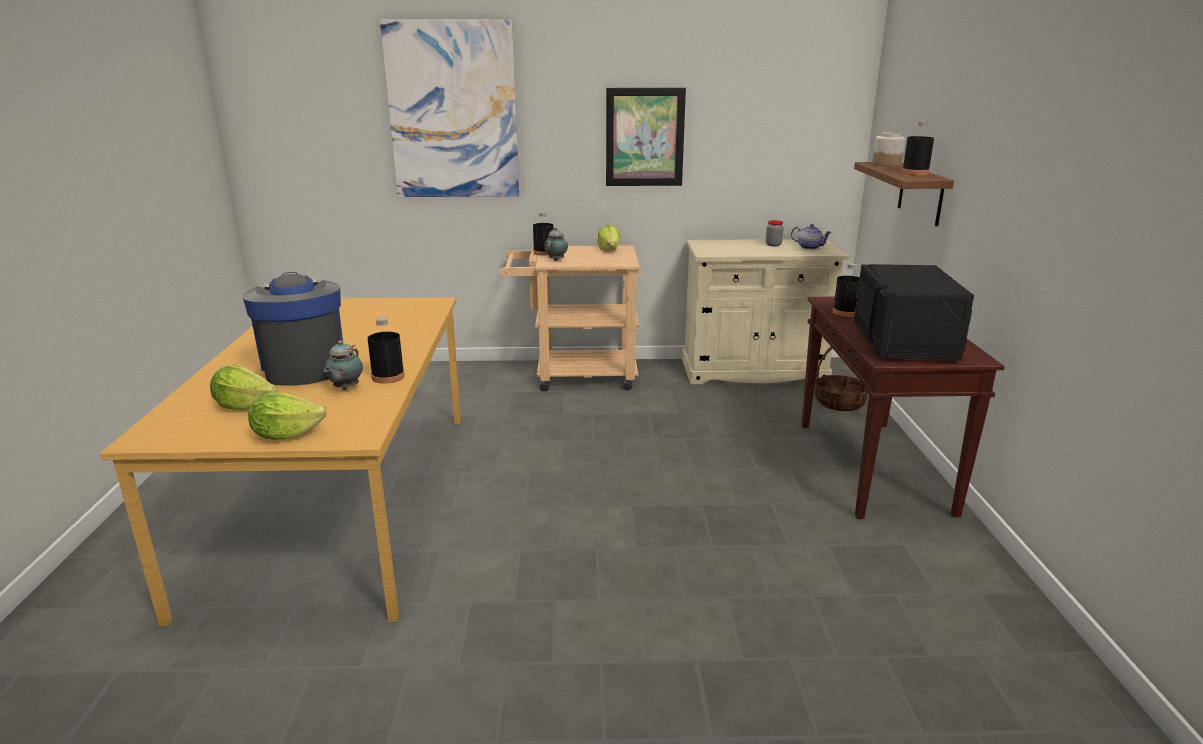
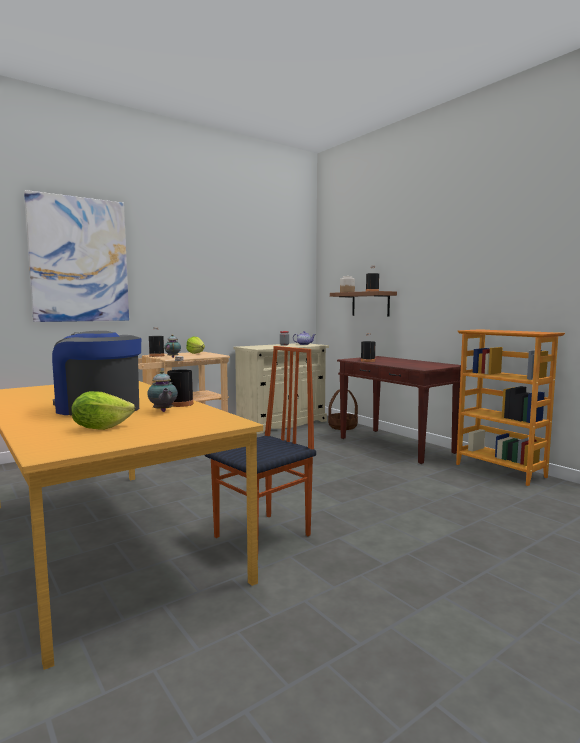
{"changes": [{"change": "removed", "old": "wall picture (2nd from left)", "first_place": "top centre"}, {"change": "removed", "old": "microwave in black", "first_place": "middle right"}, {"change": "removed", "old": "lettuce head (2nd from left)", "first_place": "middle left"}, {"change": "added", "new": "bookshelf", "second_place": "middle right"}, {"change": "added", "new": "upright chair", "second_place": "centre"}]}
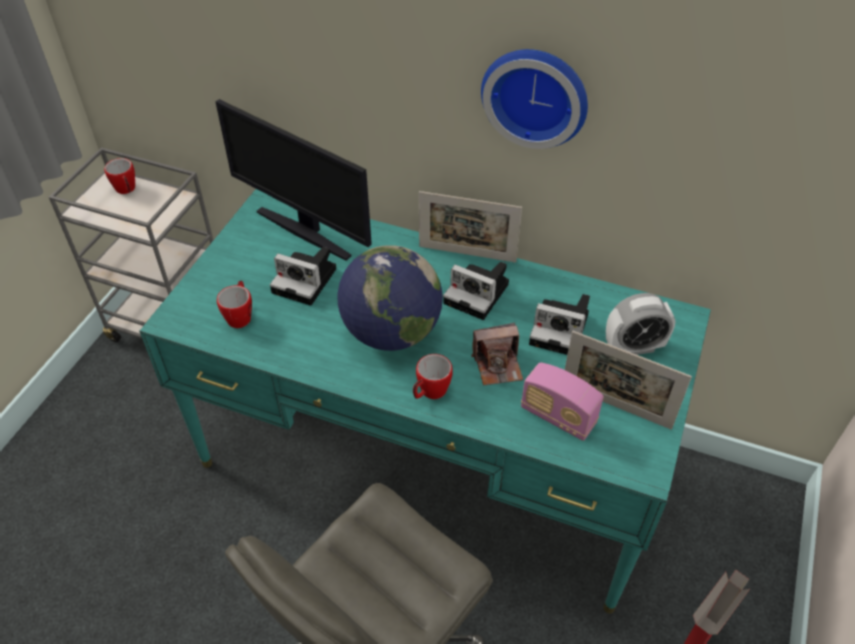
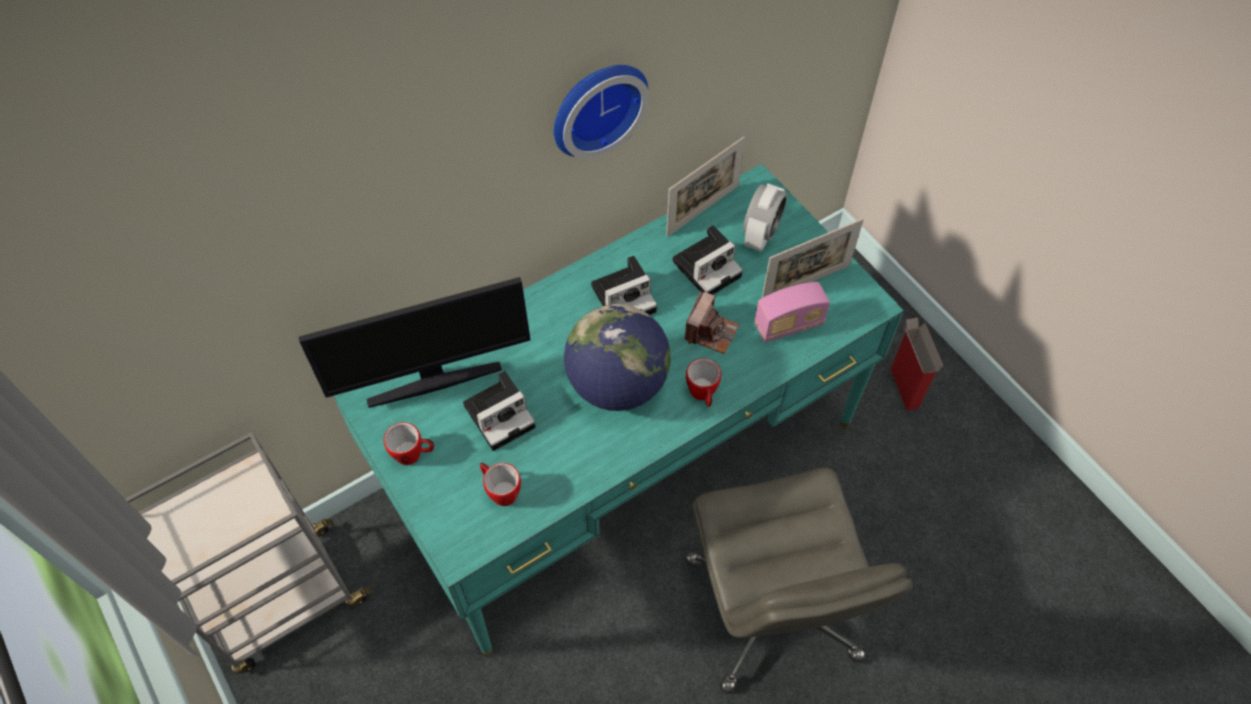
{"changes": [{"change": "moved", "old": "coffee mug (1st from left)", "first_place": "top left", "second_place": "middle left"}, {"change": "moved", "old": "picture frame (1st from left)", "first_place": "centre", "second_place": "top centre"}]}
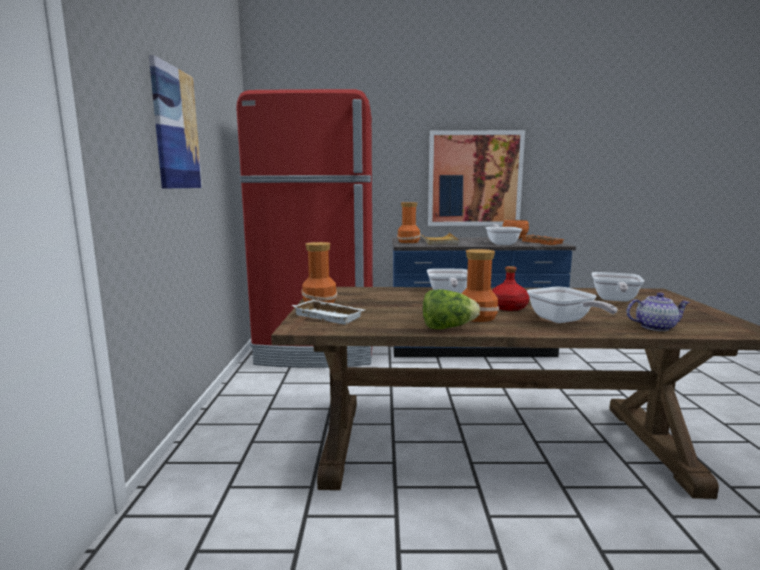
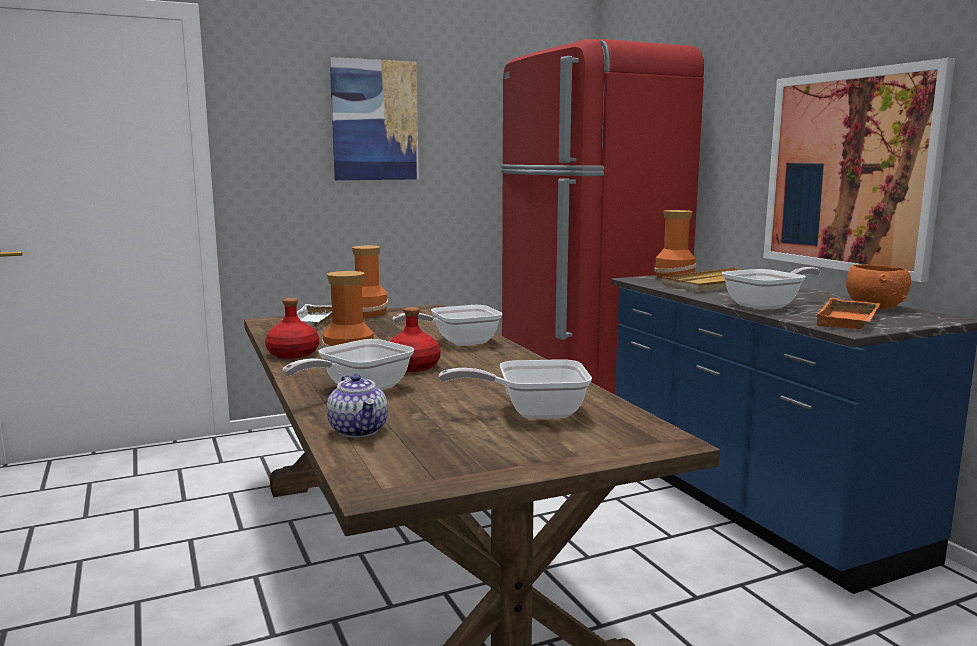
{"changes": [{"change": "replaced", "old": "lettuce head", "new": "drink bottle in red-coloured (1st from left)", "first_place": "centre", "second_place": "middle left"}]}
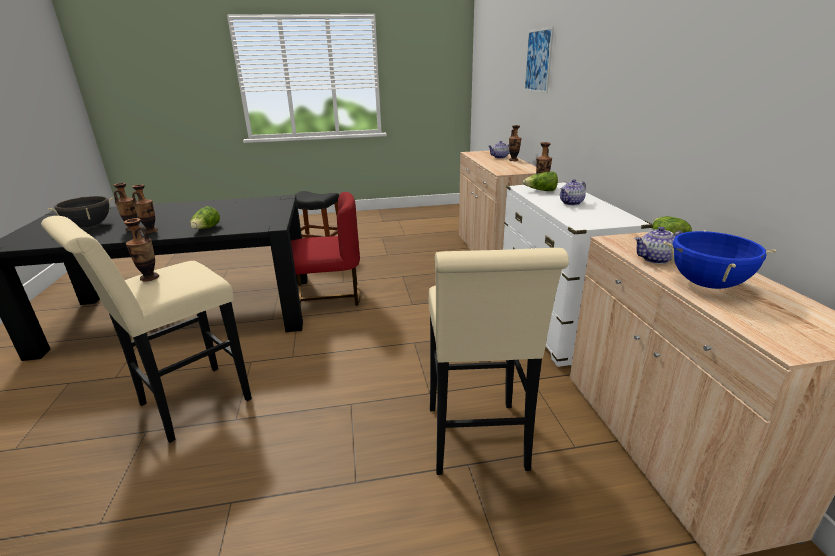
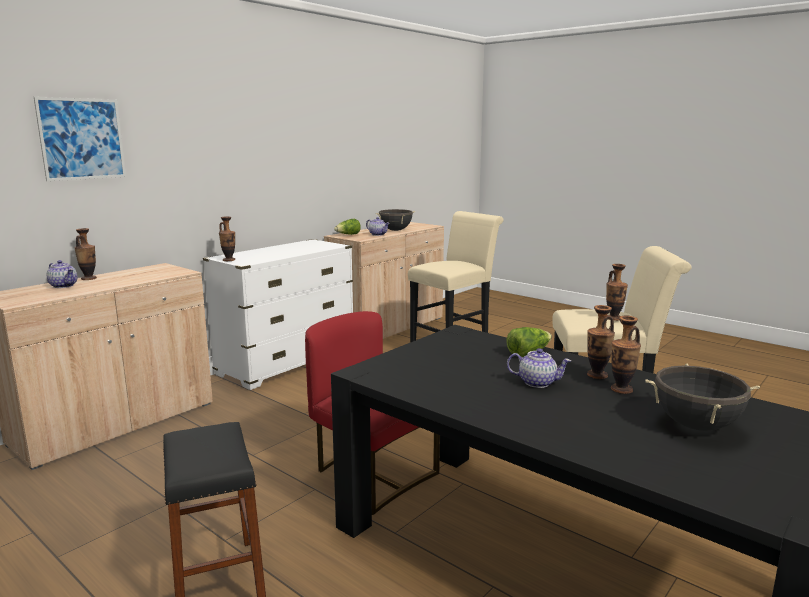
{"changes": [{"change": "removed", "old": "lettuce head (2nd from left)", "first_place": "top centre"}, {"change": "moved", "old": "pot for tea (2nd from left in the first image)", "new": "pot for tea (3rd from left)", "first_place": "middle right", "second_place": "centre"}, {"change": "recoloured", "old": "saucepot in blue-coloured", "new": "saucepot in black (1st from left)", "first_place": "middle right", "second_place": "centre"}]}
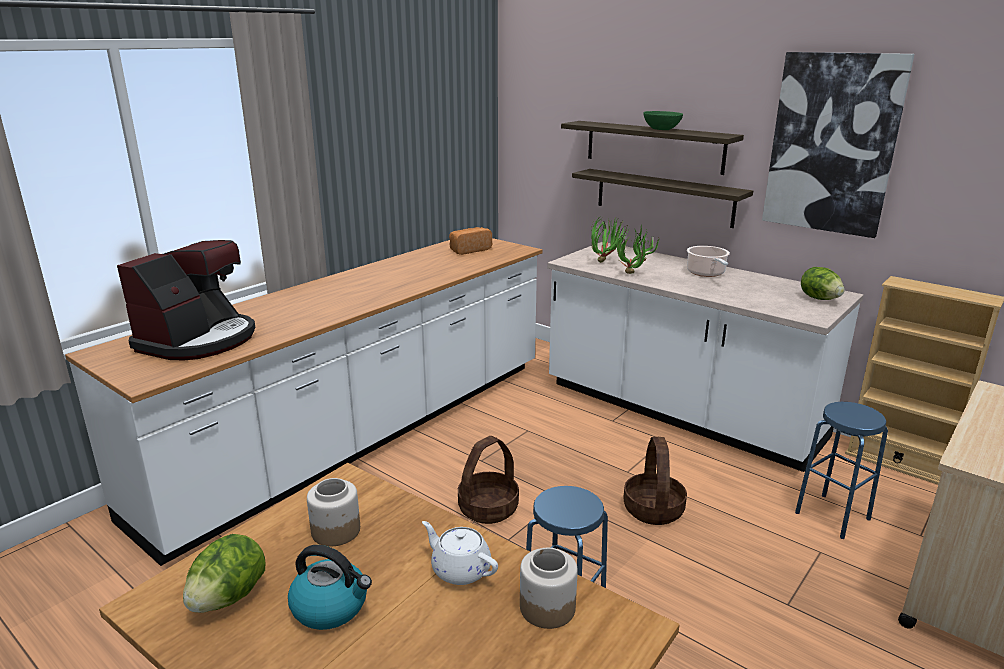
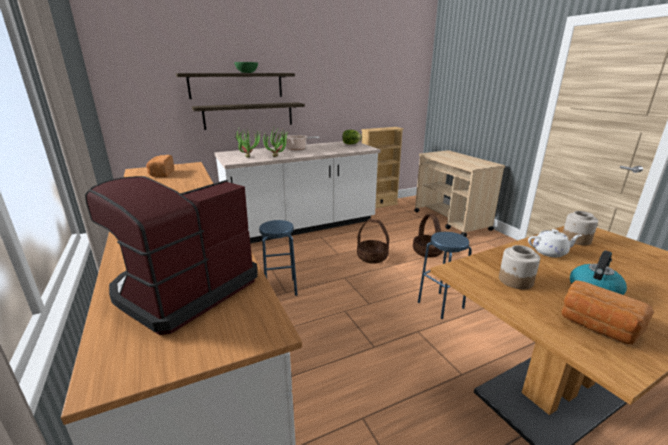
{"changes": [{"change": "removed", "old": "wall picture", "first_place": "top right"}, {"change": "turned", "old": "coffee machine", "first_place": "middle left", "second_place": "middle left", "degrees": -105}, {"change": "moved", "old": "stool seat in blue-coloured (2nd from left in the first image)", "new": "stool seat in blue-coloured (1st from left)", "first_place": "bottom right", "second_place": "centre"}, {"change": "moved", "old": "household basket (1st from left in the first image)", "new": "household basket (2nd from left)", "first_place": "bottom centre", "second_place": "centre"}, {"change": "turned", "old": "pot for tea in white-coloured", "first_place": "bottom centre", "second_place": "middle right", "degrees": -150}, {"change": "replaced", "old": "lettuce head (1st from left)", "new": "bread (2nd from left)", "first_place": "bottom left", "second_place": "bottom right"}]}
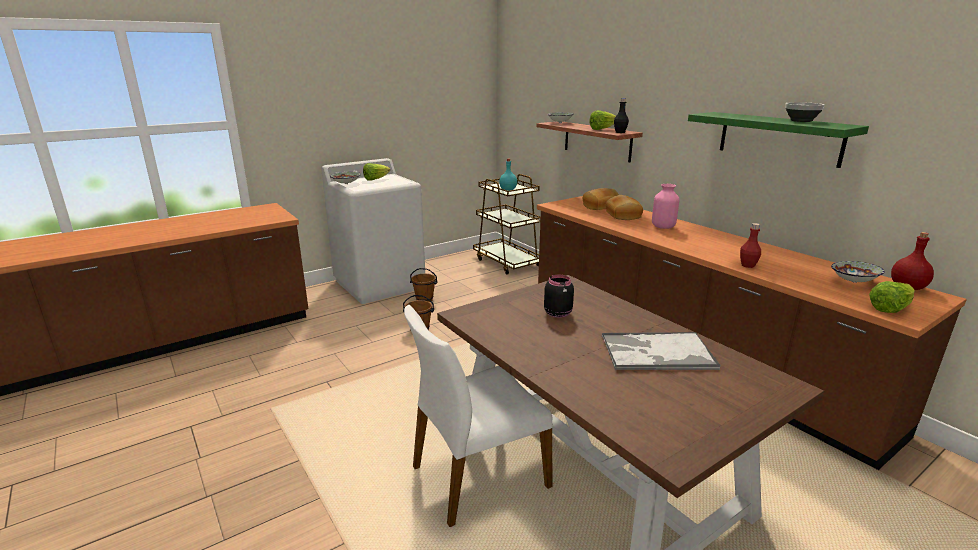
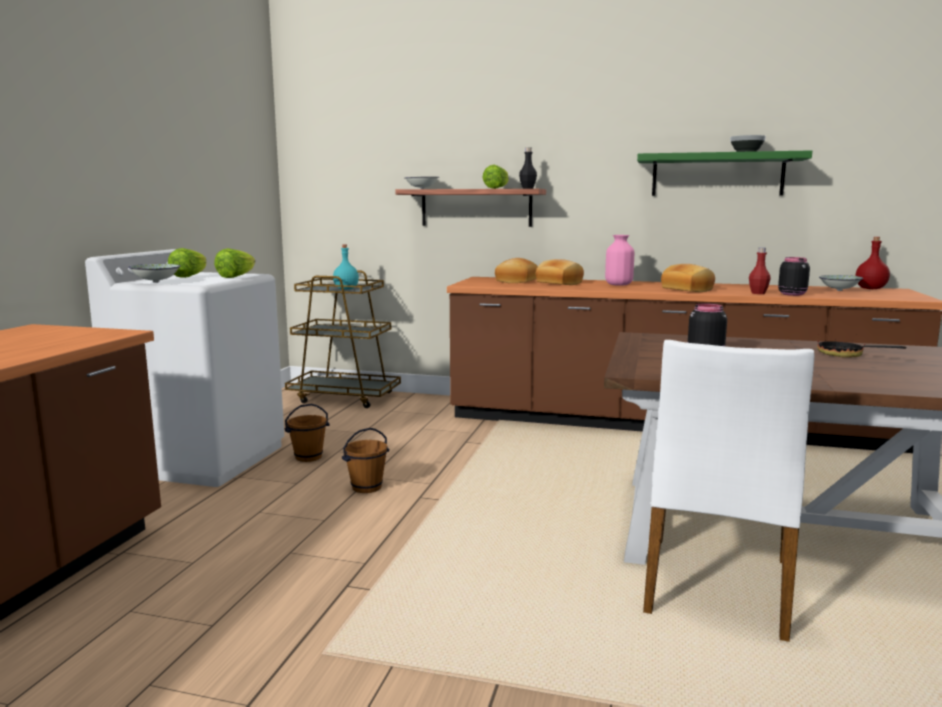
{"changes": [{"change": "moved", "old": "lettuce head (3rd from left in the first image)", "new": "lettuce head (2nd from left)", "first_place": "middle right", "second_place": "middle left"}, {"change": "replaced", "old": "serving tray", "new": "pan", "first_place": "middle right", "second_place": "middle right"}, {"change": "added", "new": "storage jar in black (2nd from left)", "second_place": "middle right"}, {"change": "added", "new": "bread (3rd from left)", "second_place": "middle right"}]}
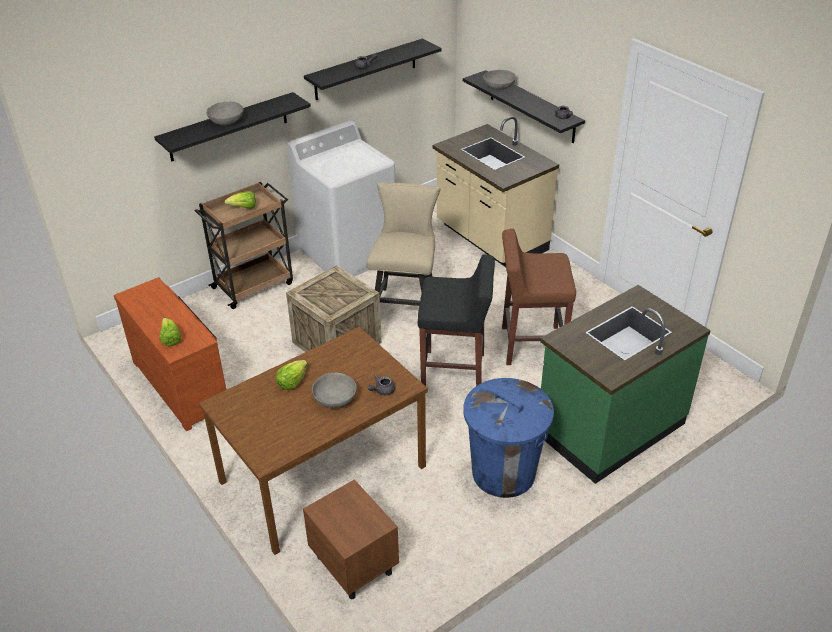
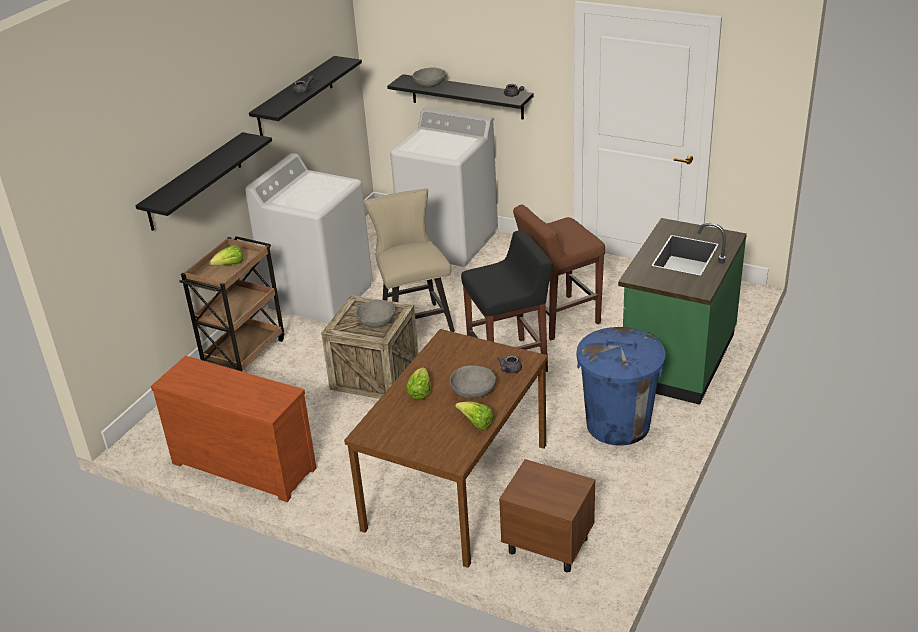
{"changes": [{"change": "moved", "old": "deep dish in greyish (1st from left)", "first_place": "top left", "second_place": "centre"}, {"change": "replaced", "old": "kitchen counter in beige", "new": "laundry appliance in white-coloured (2nd from left)", "first_place": "top centre", "second_place": "top centre"}, {"change": "moved", "old": "lettuce head (1st from left in the first image)", "new": "lettuce head (3rd from left)", "first_place": "middle left", "second_place": "centre"}]}
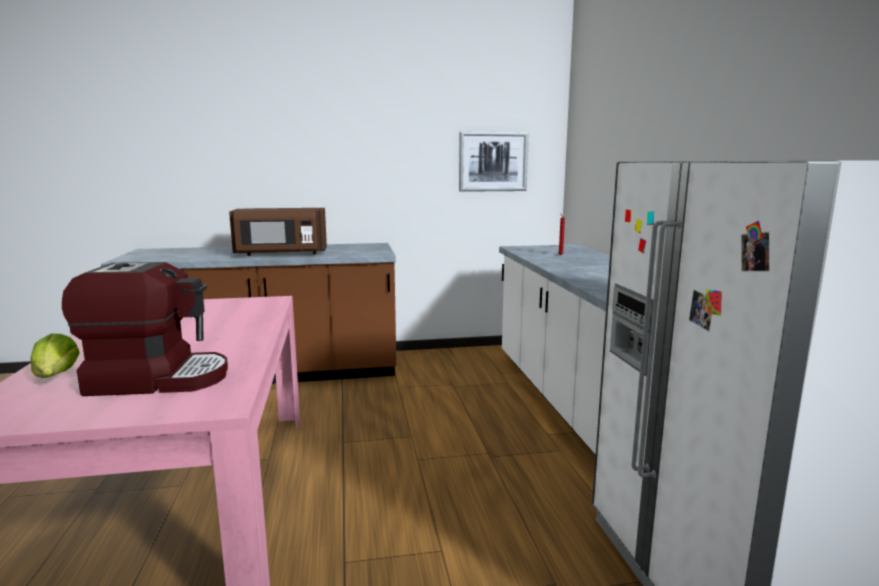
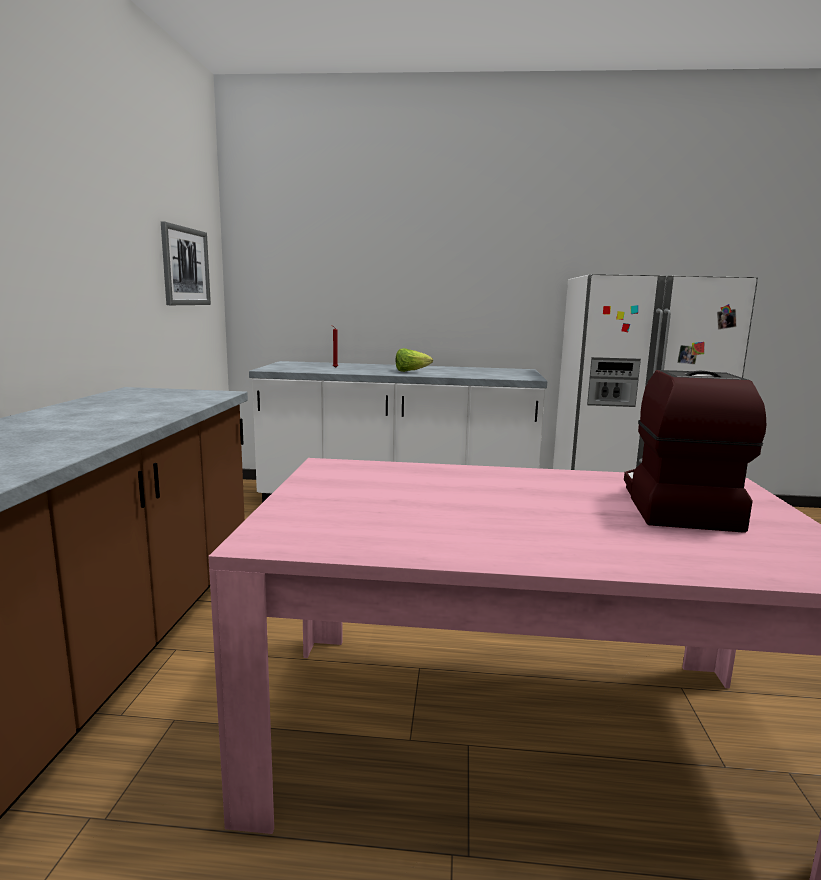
{"changes": [{"change": "removed", "old": "microwave in brown-coloured", "first_place": "middle left"}, {"change": "moved", "old": "lettuce head", "first_place": "middle left", "second_place": "centre"}]}
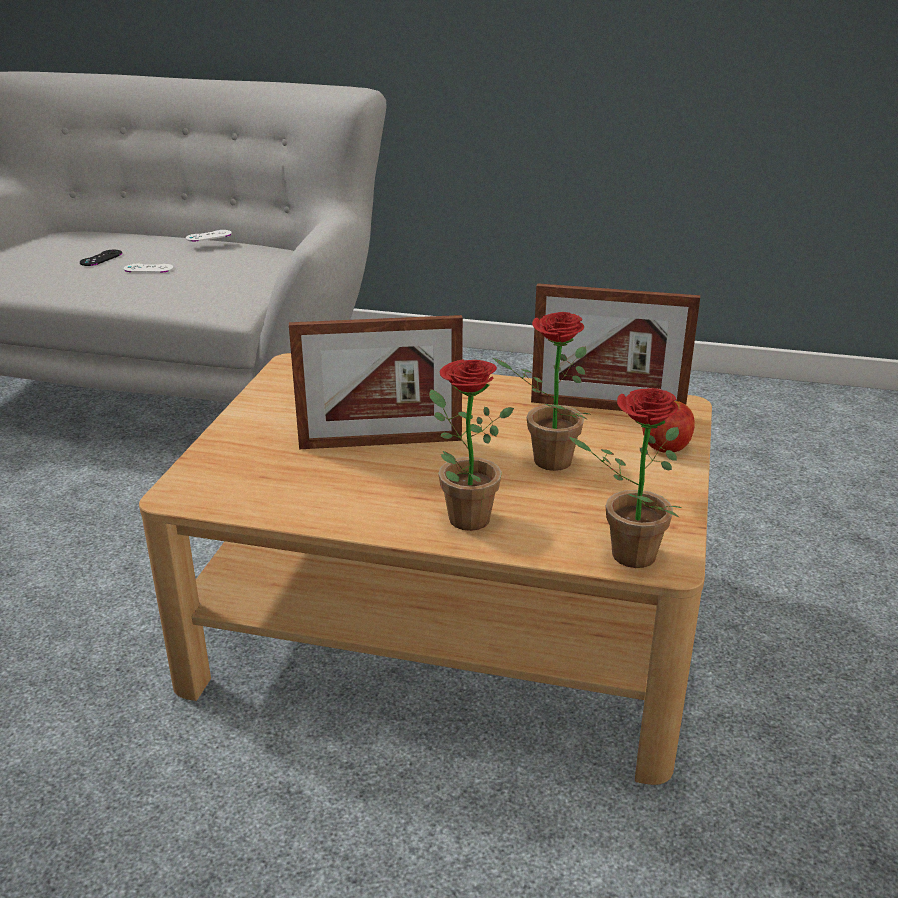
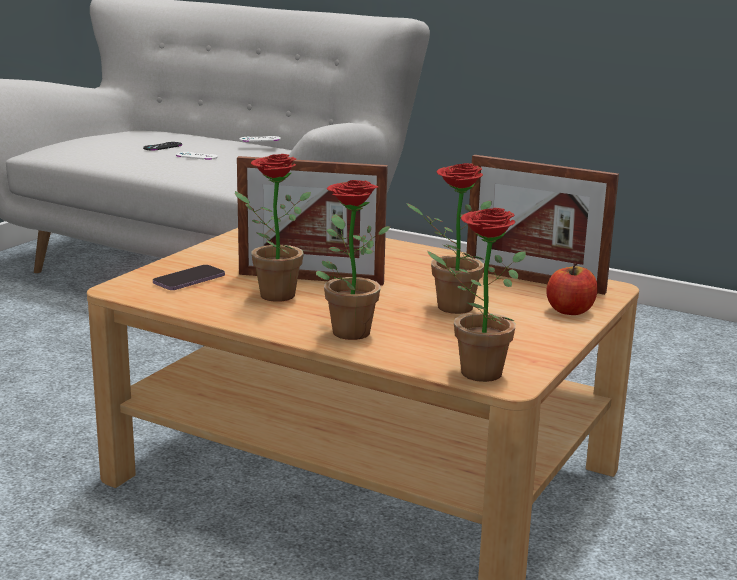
{"changes": [{"change": "added", "new": "potted plant (1st from left)", "second_place": "centre"}, {"change": "added", "new": "handset", "second_place": "middle left"}]}
